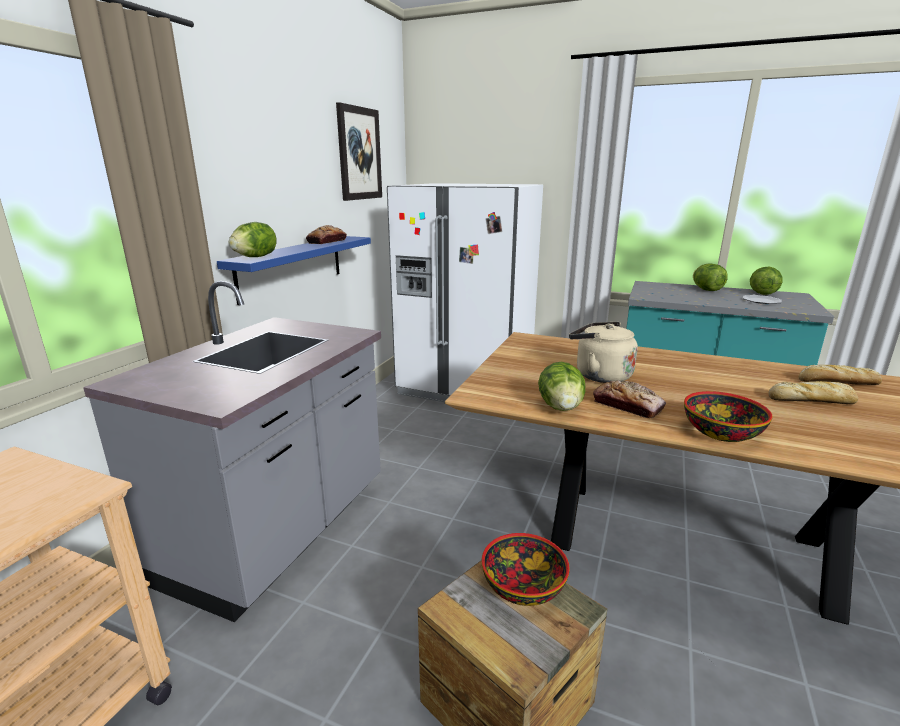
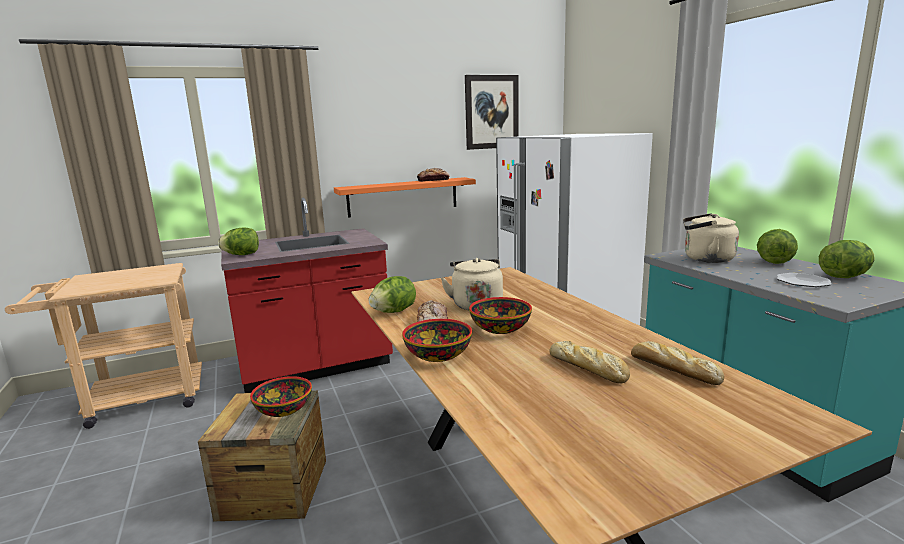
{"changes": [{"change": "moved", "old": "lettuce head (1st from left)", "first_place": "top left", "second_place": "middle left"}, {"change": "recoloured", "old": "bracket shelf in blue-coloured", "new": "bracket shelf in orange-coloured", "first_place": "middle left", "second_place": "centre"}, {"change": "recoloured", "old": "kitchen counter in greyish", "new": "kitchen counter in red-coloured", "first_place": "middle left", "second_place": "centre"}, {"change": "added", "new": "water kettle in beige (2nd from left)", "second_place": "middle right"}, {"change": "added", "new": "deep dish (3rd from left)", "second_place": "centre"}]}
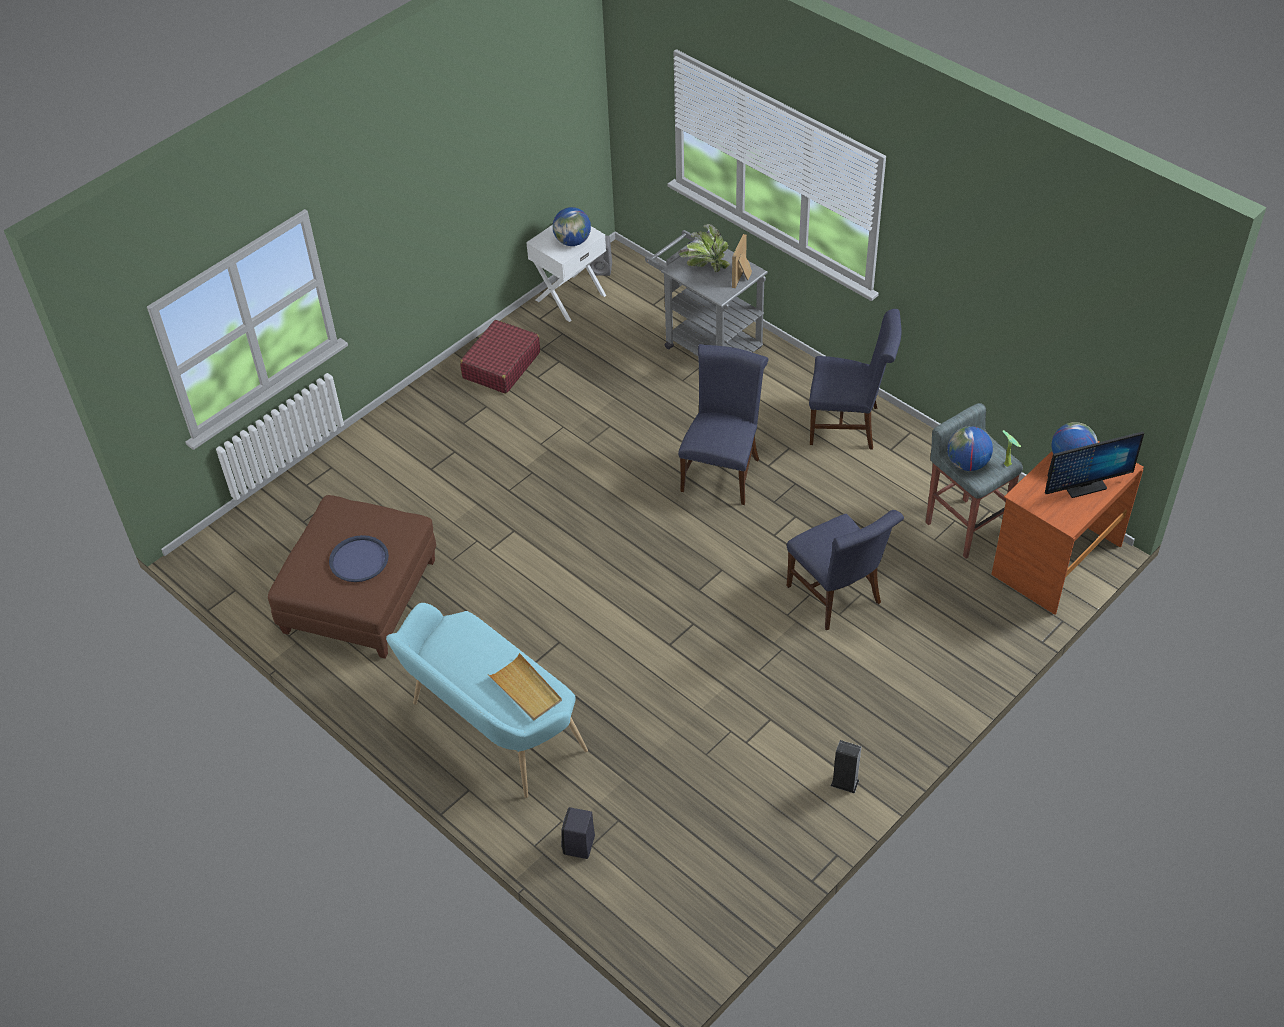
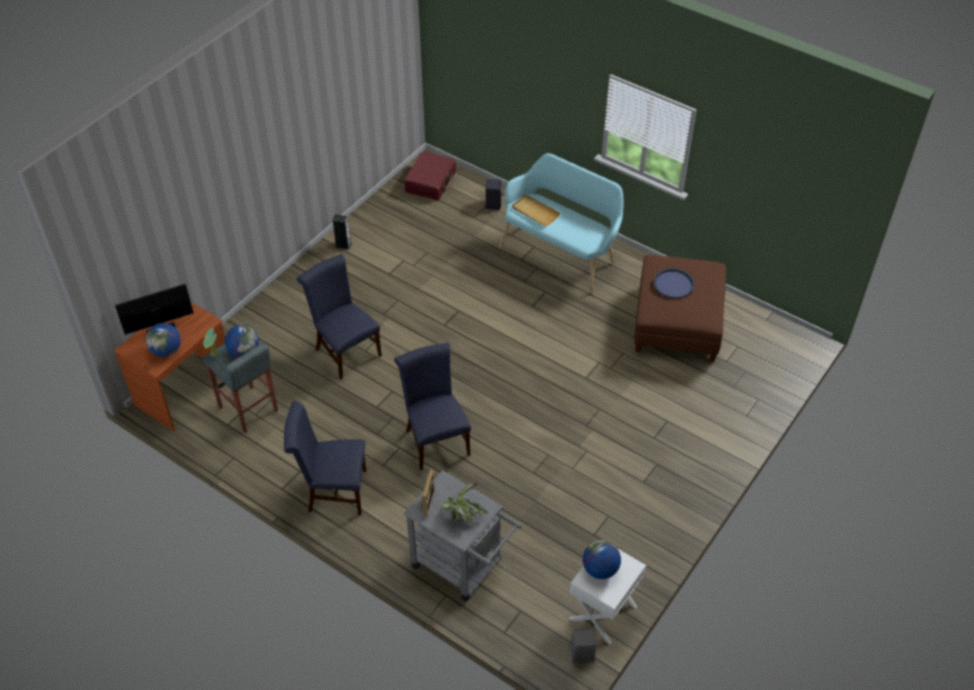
{"changes": [{"change": "moved", "old": "suitcase in red-coloured", "first_place": "centre", "second_place": "top centre"}, {"change": "turned", "old": "upright chair in blue-coloured (1st from left in the first image)", "first_place": "centre", "second_place": "centre", "degrees": 150}]}
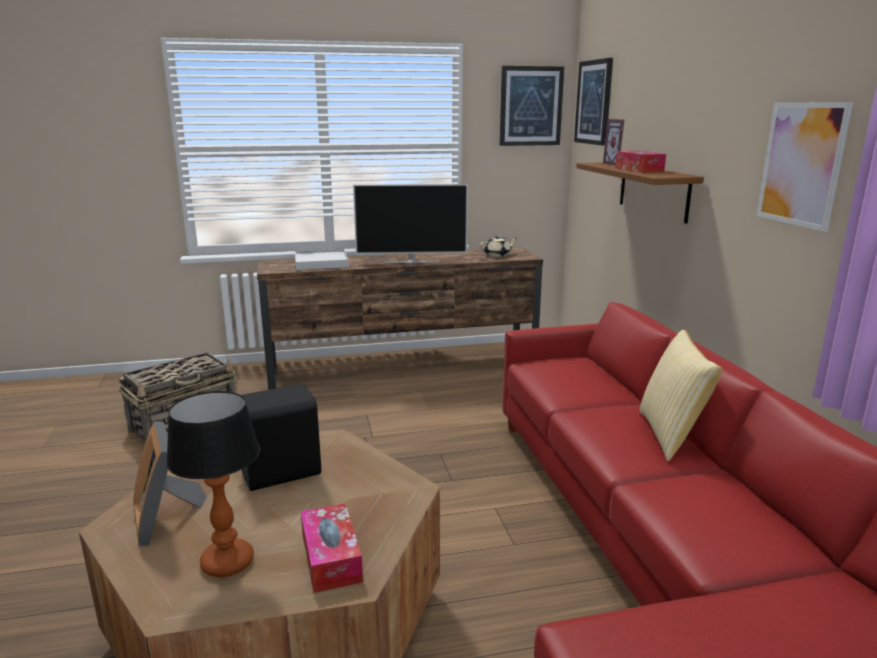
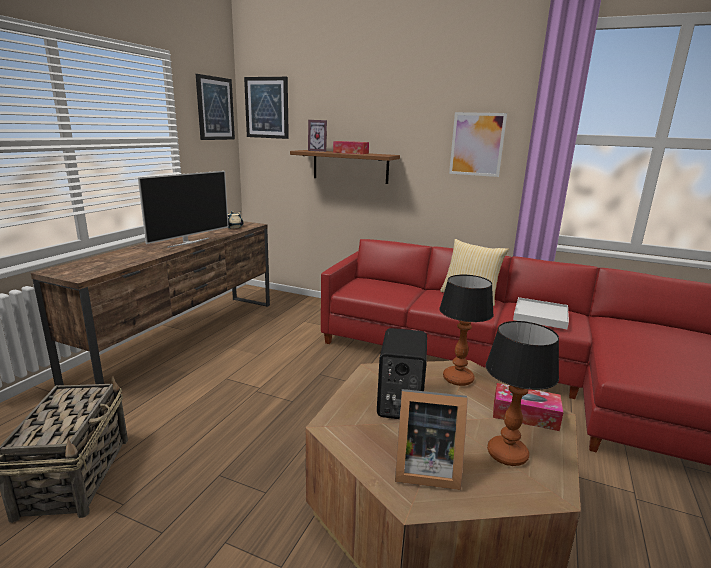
{"changes": [{"change": "moved", "old": "serving tray in white-coloured", "first_place": "centre", "second_place": "middle right"}, {"change": "added", "new": "table lamp (1st from left)", "second_place": "centre"}]}
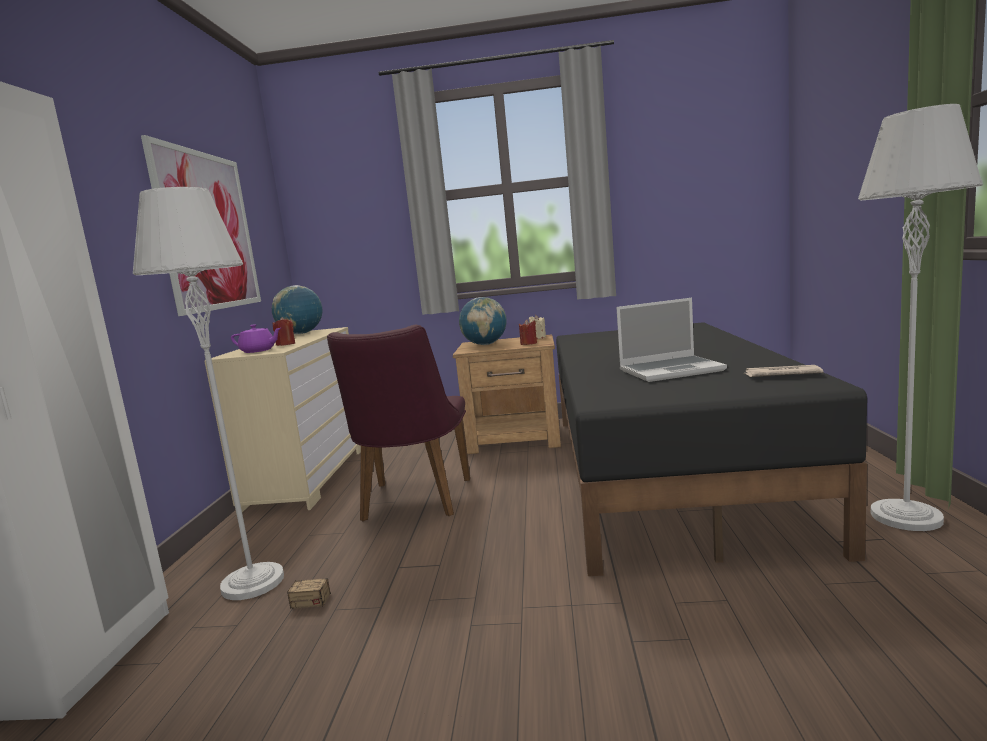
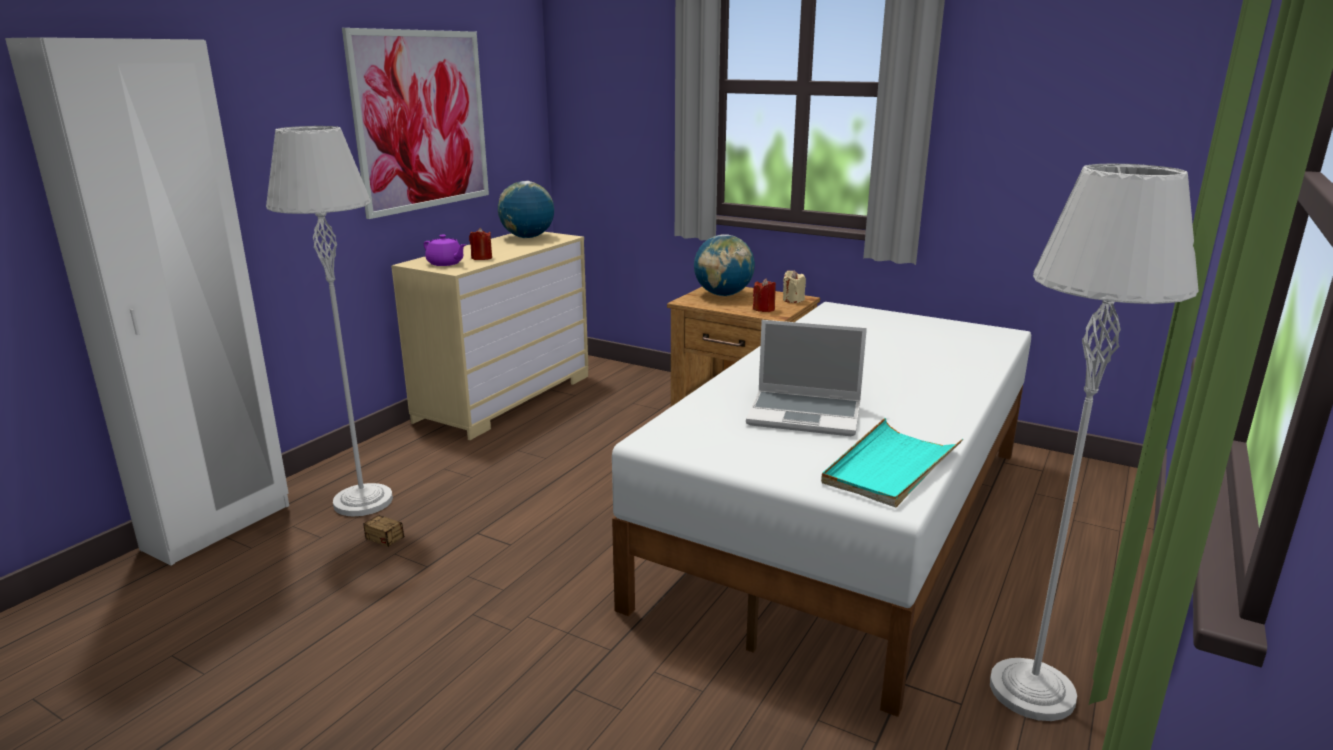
{"changes": [{"change": "recoloured", "old": "sleeping bed in black", "new": "sleeping bed in white-coloured", "first_place": "middle right", "second_place": "bottom centre"}, {"change": "removed", "old": "upright chair in purplish", "first_place": "centre"}, {"change": "replaced", "old": "daily paper", "new": "serving tray in turquoise", "first_place": "middle right", "second_place": "middle right"}]}
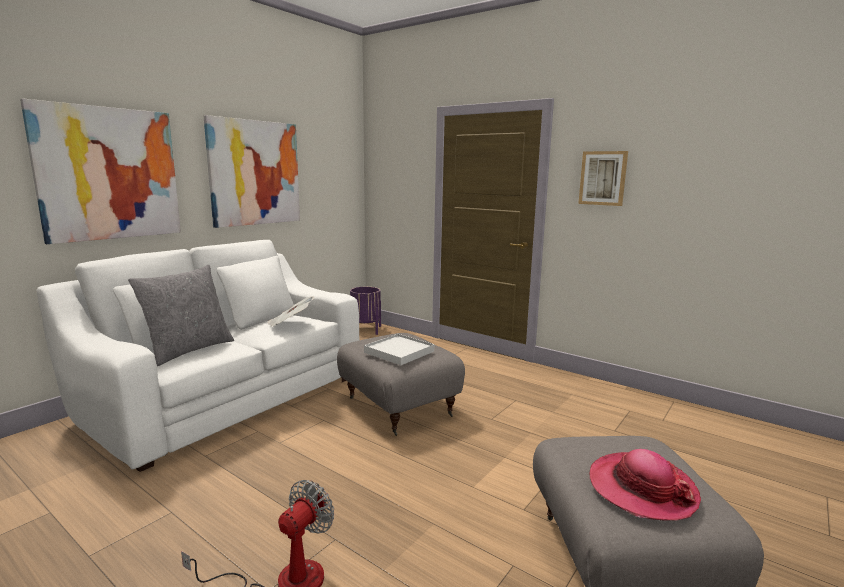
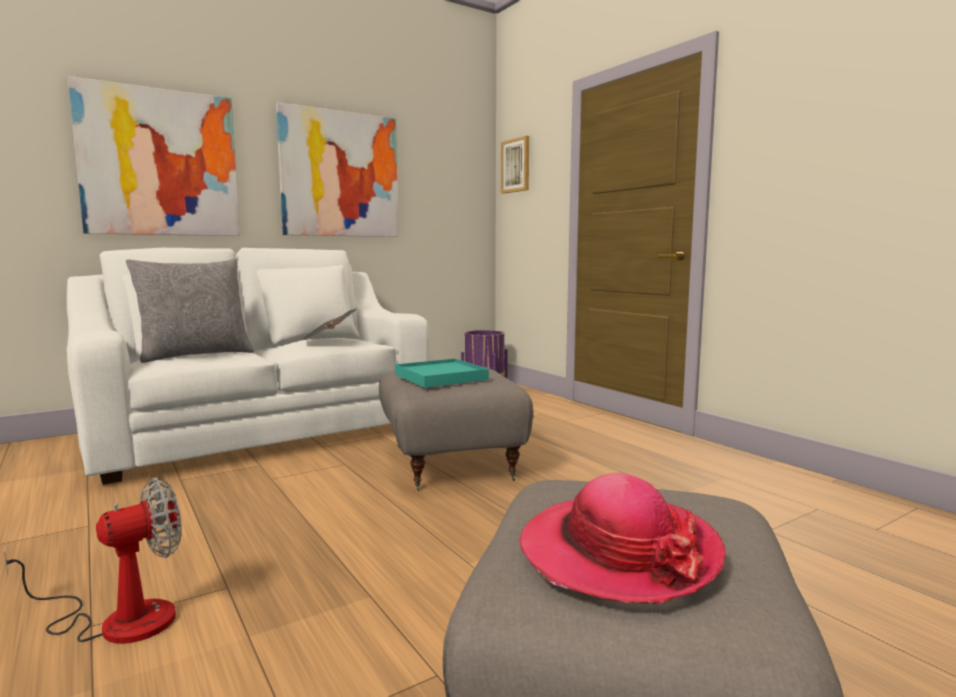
{"changes": [{"change": "moved", "old": "wall picture (3rd from left)", "first_place": "top right", "second_place": "top centre"}, {"change": "recoloured", "old": "serving tray in white-coloured", "new": "serving tray in turquoise", "first_place": "centre", "second_place": "centre"}]}
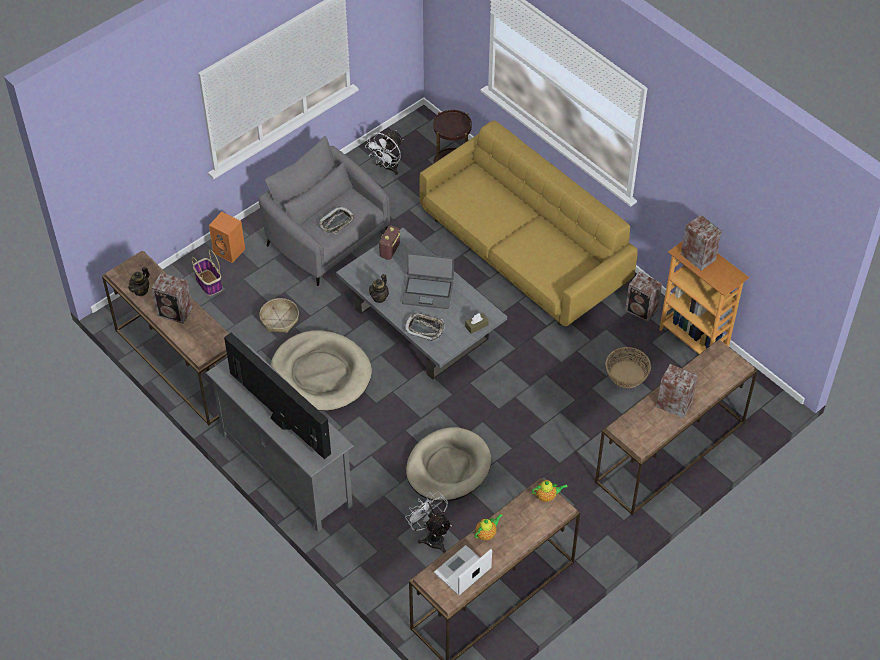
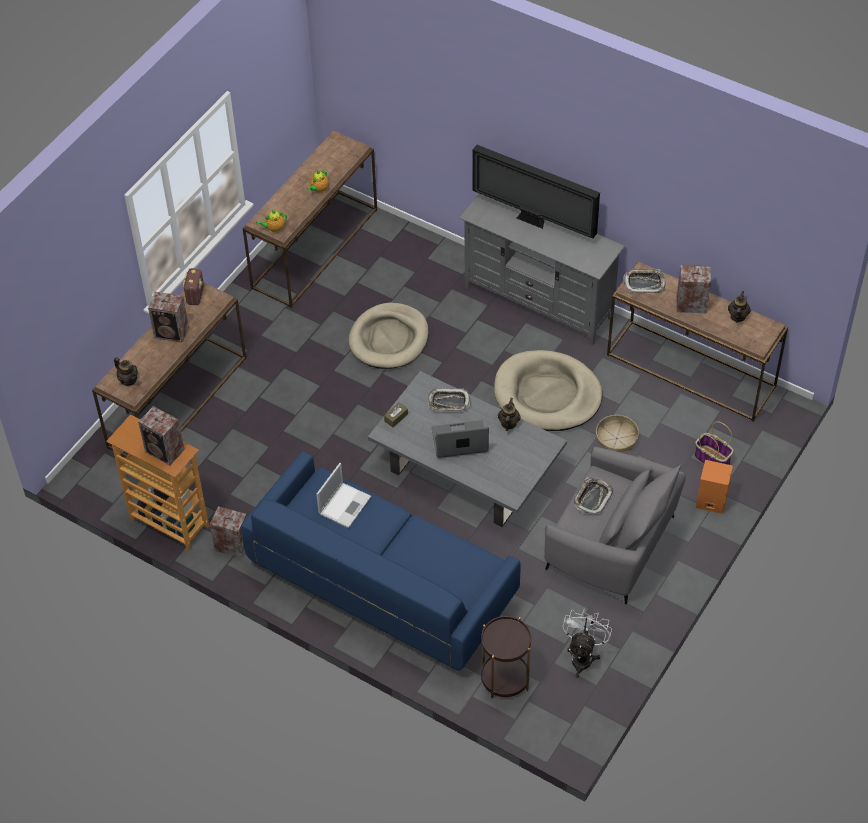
{"changes": [{"change": "recoloured", "old": "settee in yellowish", "new": "settee in blue-coloured", "first_place": "centre", "second_place": "bottom centre"}, {"change": "moved", "old": "radio set", "first_place": "centre", "second_place": "middle left"}, {"change": "removed", "old": "household basket (3rd from left)", "first_place": "middle right"}, {"change": "removed", "old": "electric fan in white-coloured (2nd from left)", "first_place": "bottom centre"}, {"change": "moved", "old": "notebook computer (2nd from left in the first image)", "new": "notebook computer (1st from left)", "first_place": "bottom centre", "second_place": "centre"}, {"change": "added", "new": "serving tray (3rd from left)", "second_place": "middle right"}, {"change": "added", "new": "pot for tea (1st from left)", "second_place": "middle left"}]}
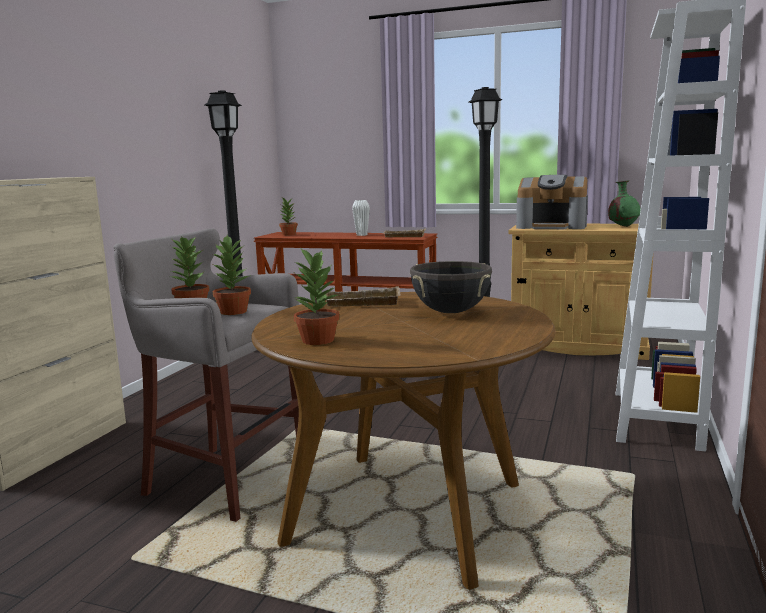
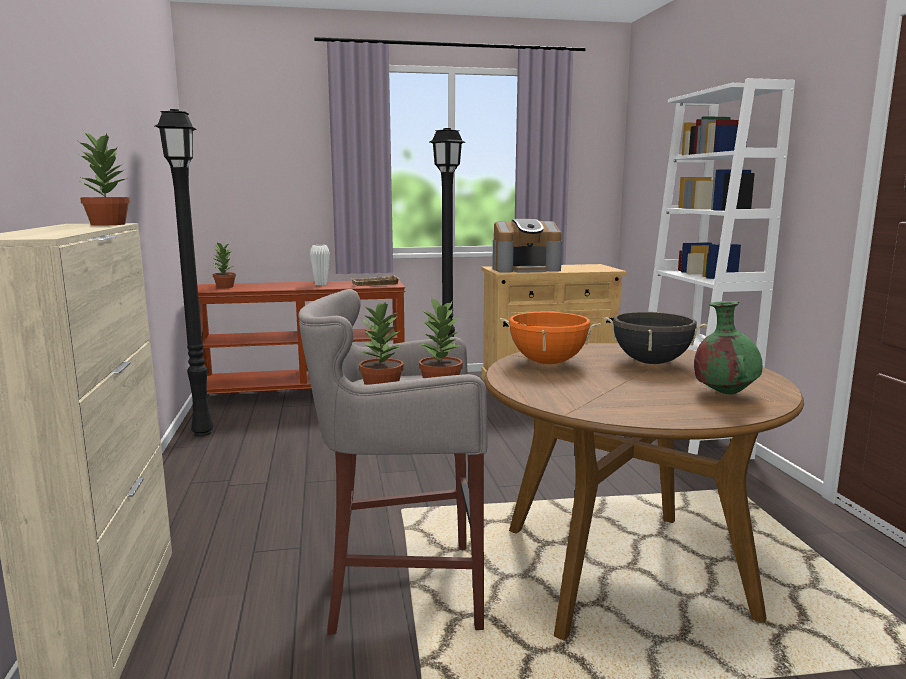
{"changes": [{"change": "moved", "old": "flower vase in green", "first_place": "top right", "second_place": "middle right"}, {"change": "moved", "old": "potted plant (4th from left in the first image)", "new": "potted plant (1st from left)", "first_place": "centre", "second_place": "top left"}, {"change": "replaced", "old": "serving tray in beige (1st from left)", "new": "saucepot in orange-coloured", "first_place": "centre", "second_place": "centre"}]}
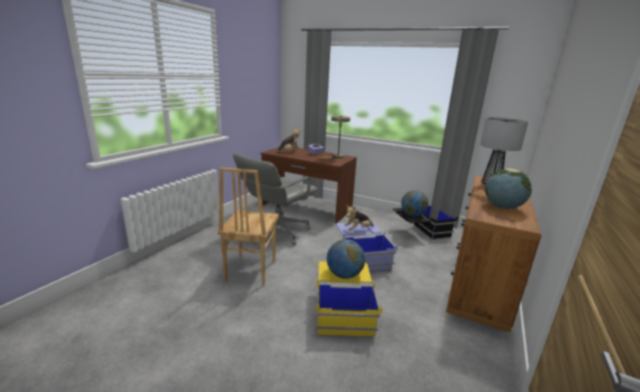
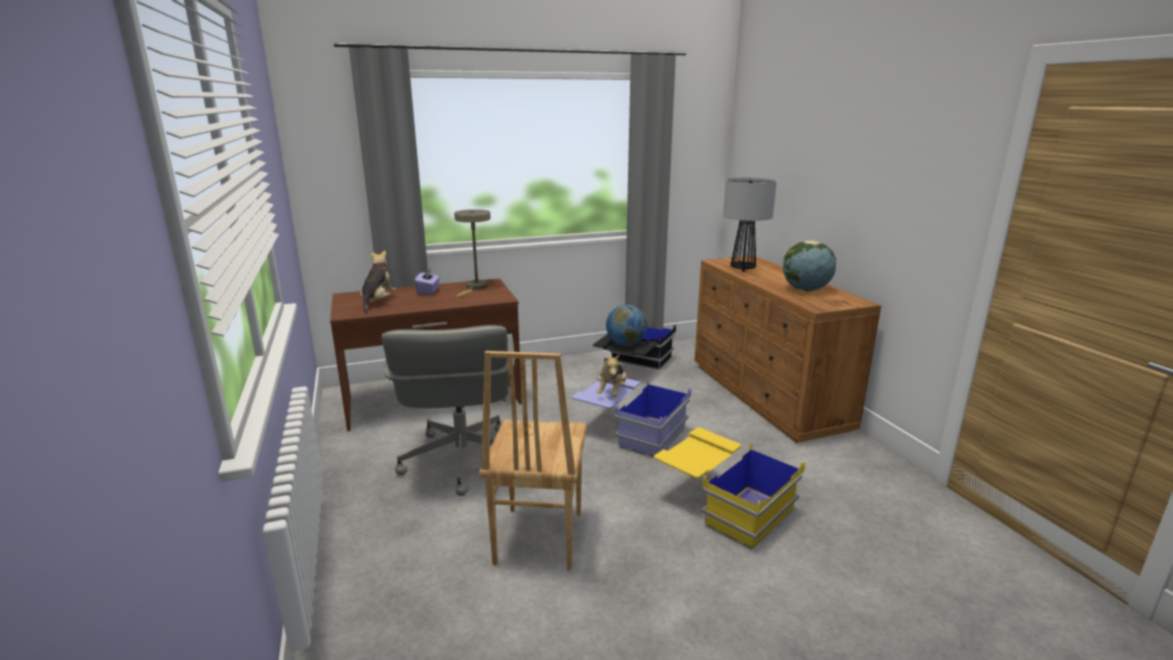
{"changes": [{"change": "turned", "old": "upright chair in brown-coloured", "first_place": "centre", "second_place": "bottom centre", "degrees": 45}, {"change": "removed", "old": "desk globe (1st from left)", "first_place": "centre"}]}
